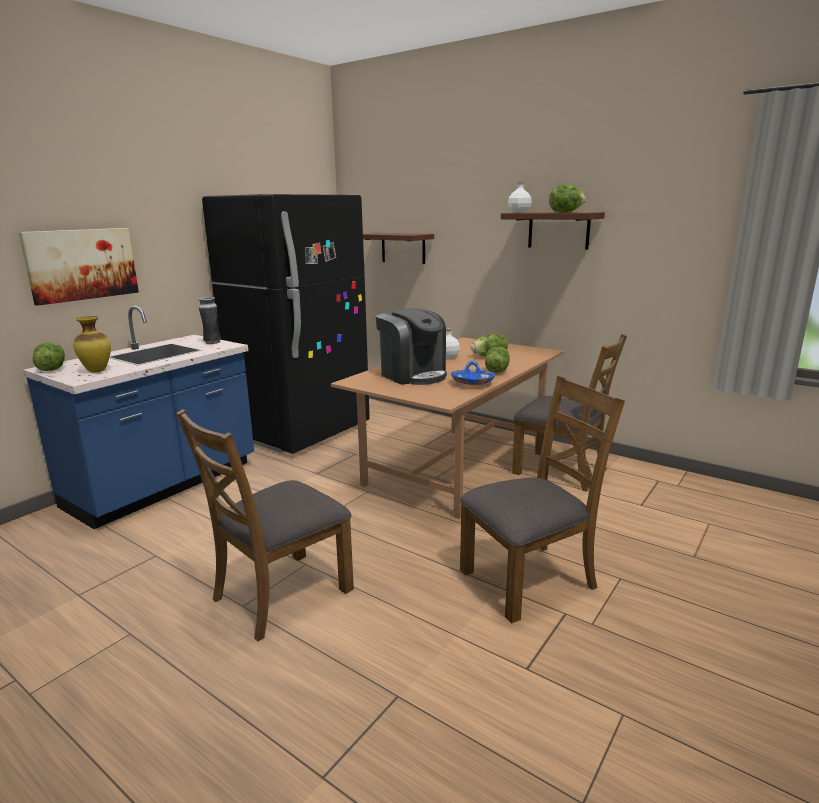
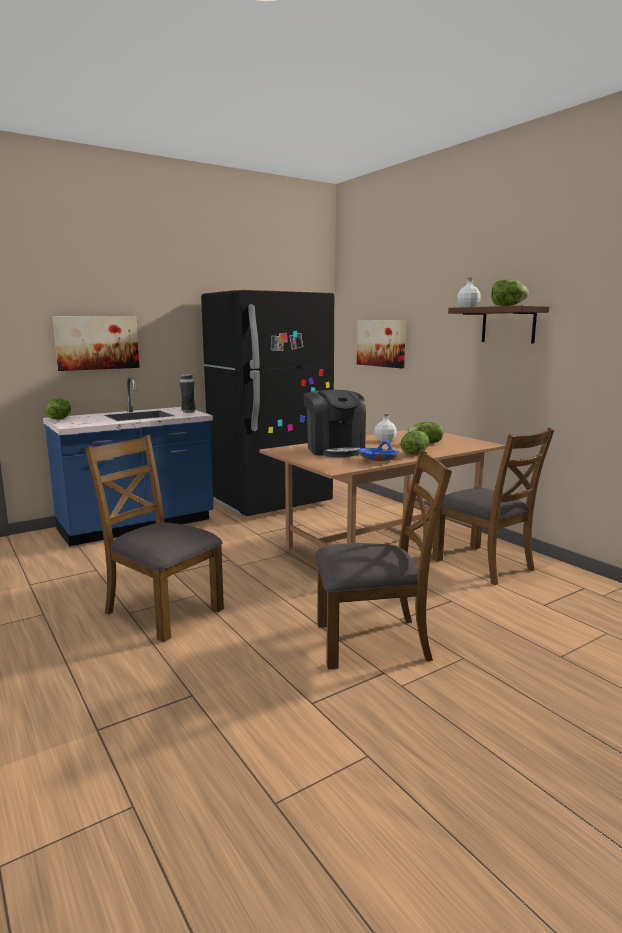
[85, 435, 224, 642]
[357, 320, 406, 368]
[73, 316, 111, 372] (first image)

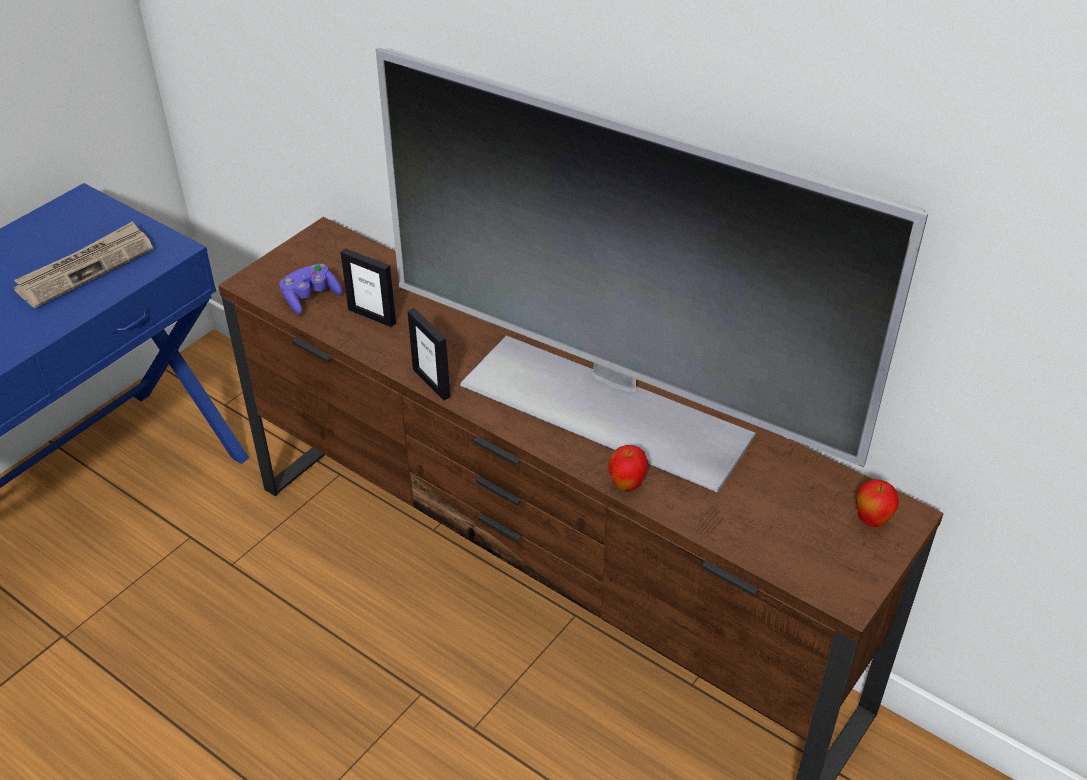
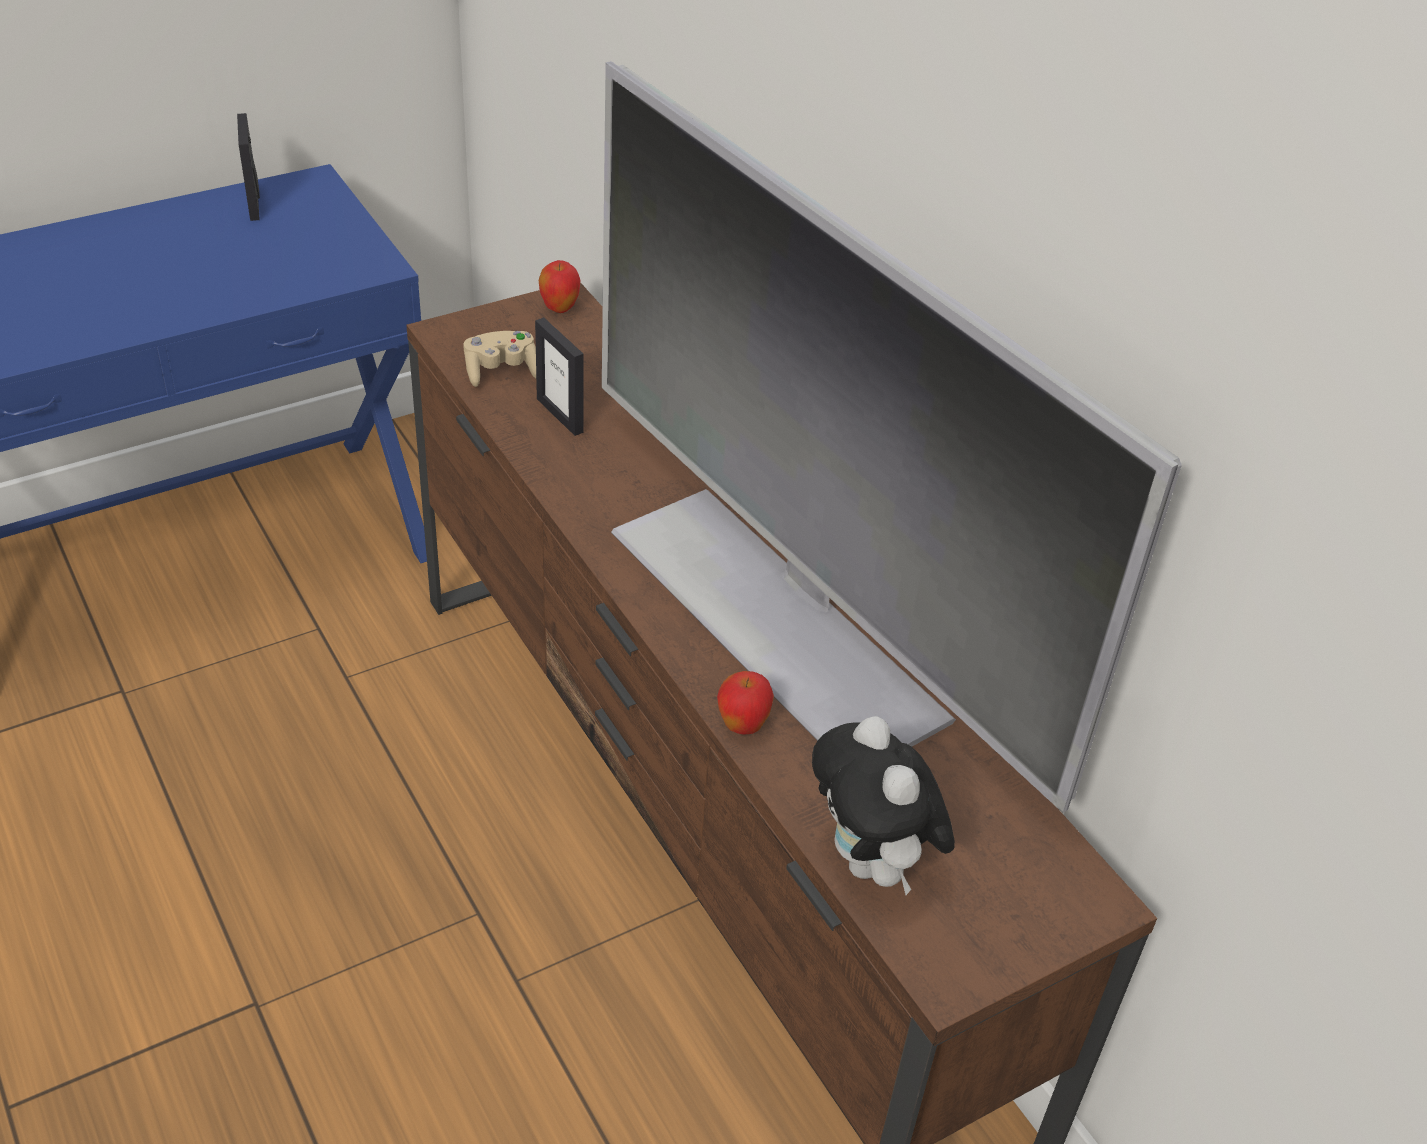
[237, 113, 260, 221]
[463, 331, 536, 387]
[539, 260, 580, 313]
[812, 716, 955, 895]
[13, 221, 153, 308] (first image)

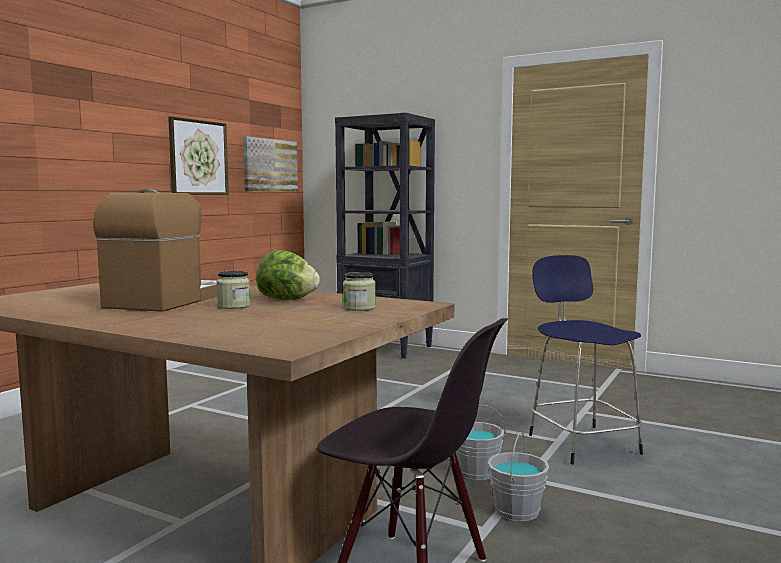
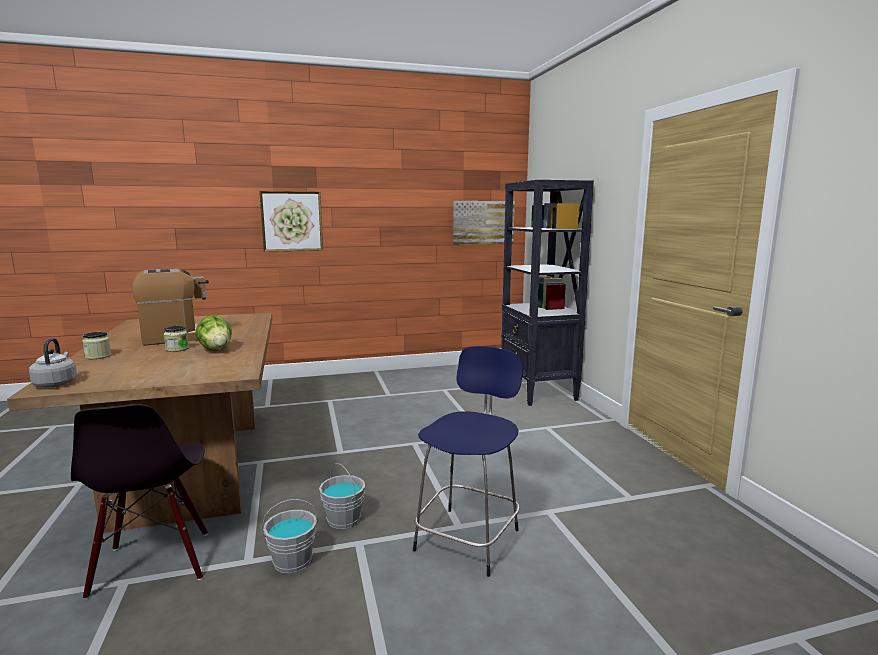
[29, 338, 77, 387]
[82, 332, 111, 359]
[259, 191, 323, 252]

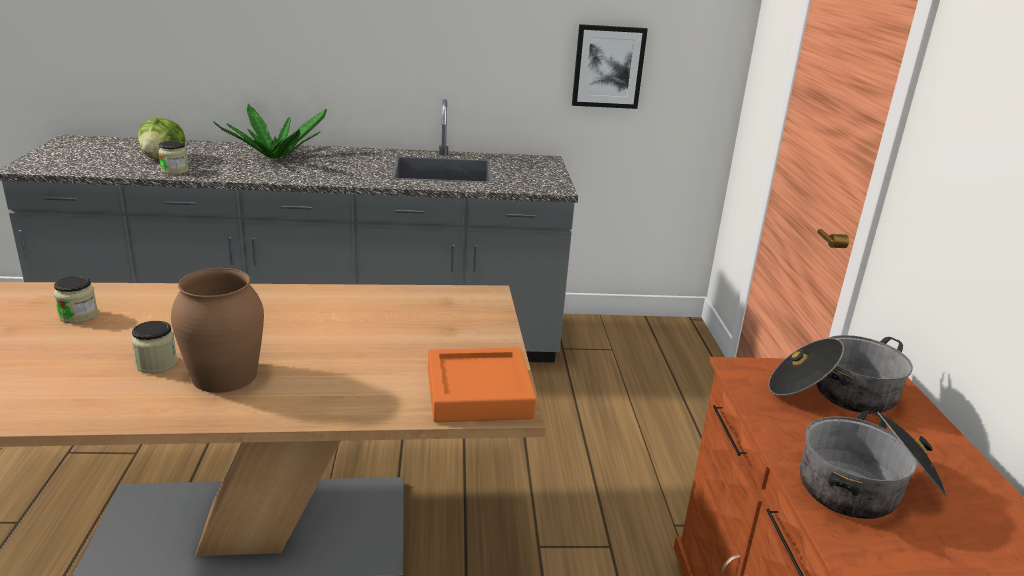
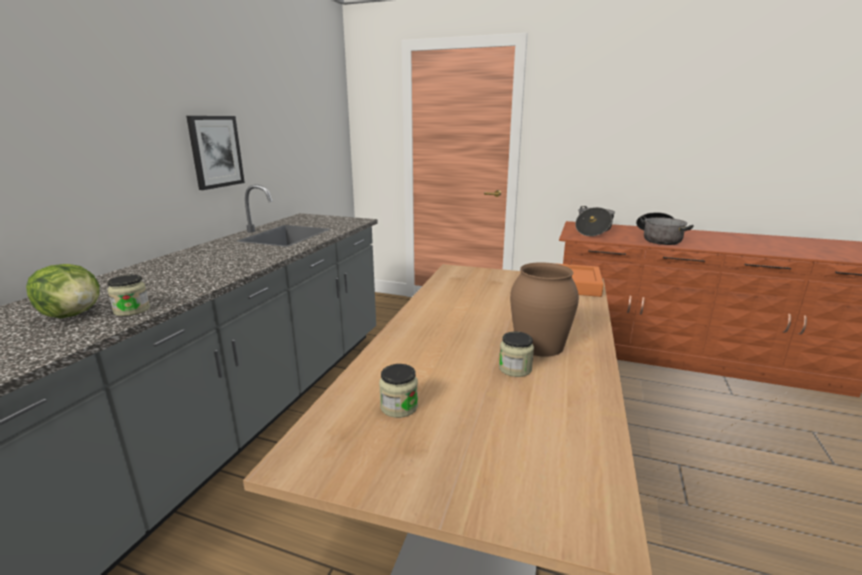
[186, 116, 245, 190]
[214, 103, 327, 159] (first image)

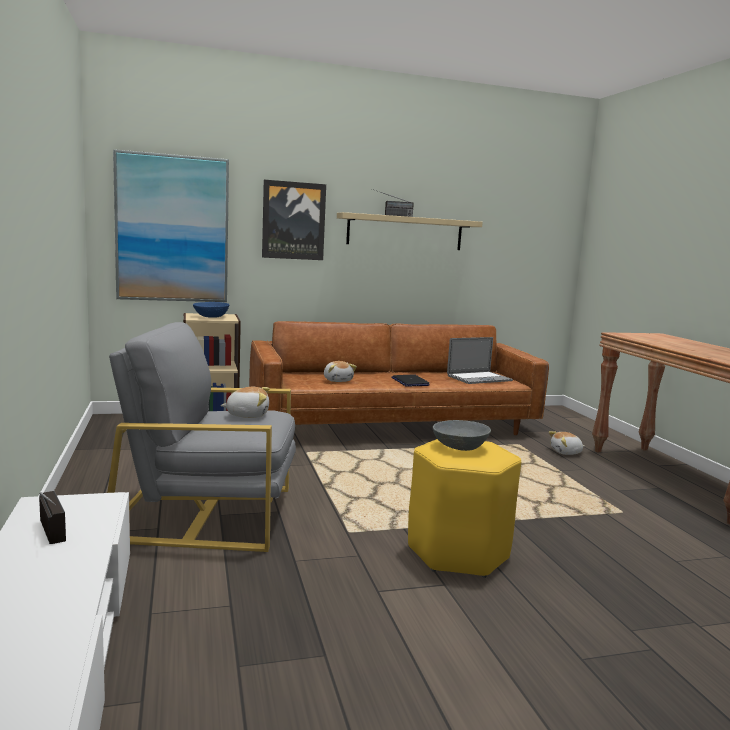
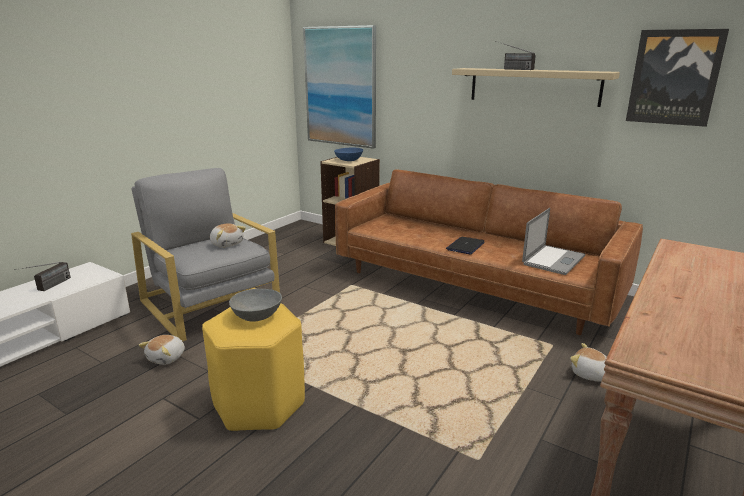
[139, 335, 185, 365]
[522, 208, 585, 275]
[626, 29, 729, 127]

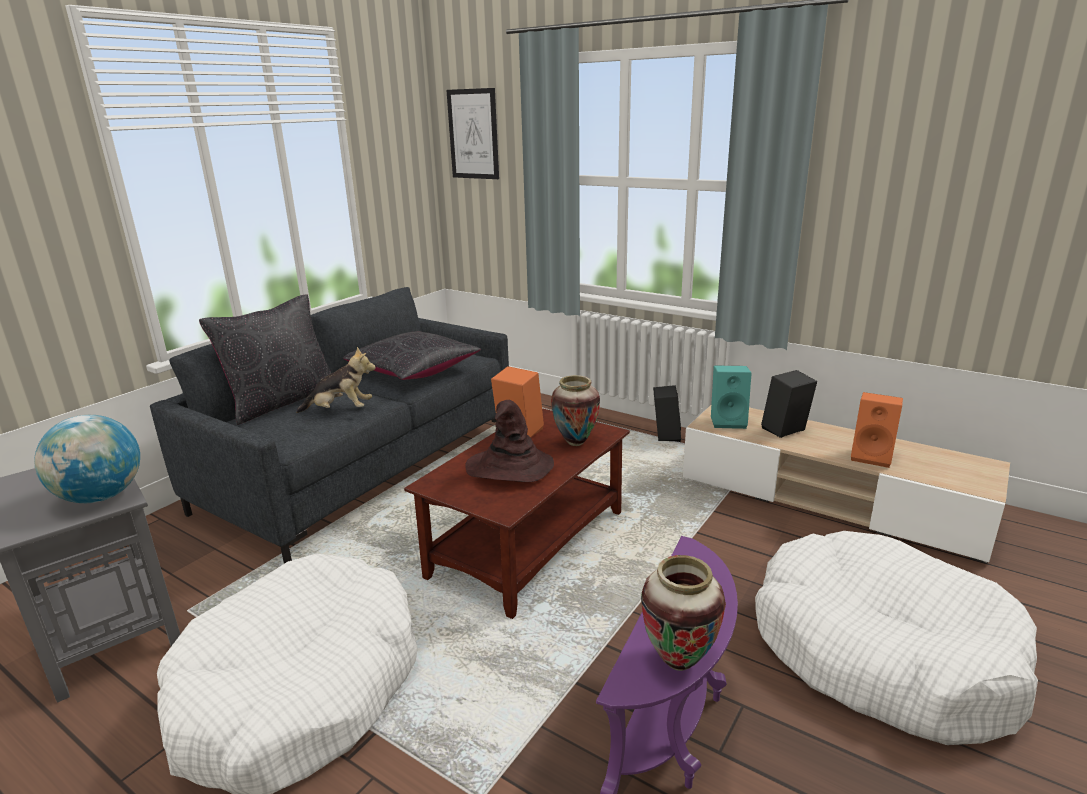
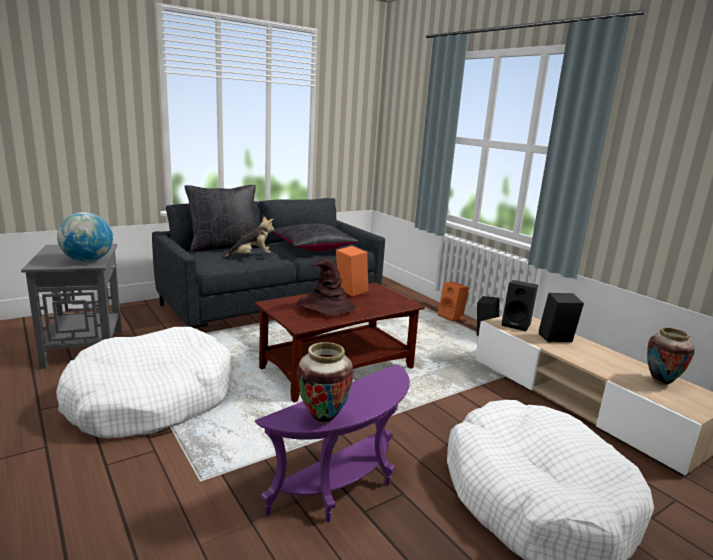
[224, 216, 274, 259]
[438, 282, 469, 321]
[502, 280, 538, 331]
[647, 327, 694, 385]
[446, 88, 499, 179] (first image)

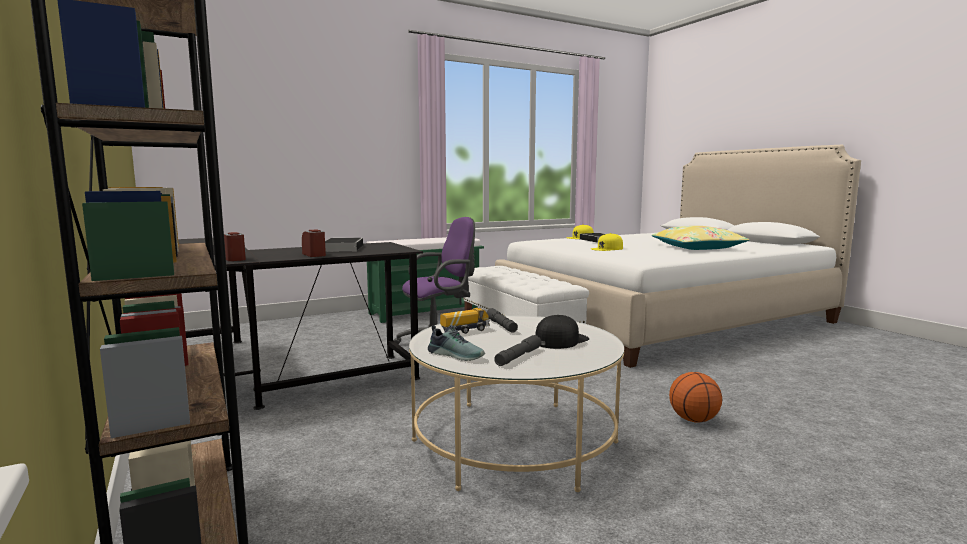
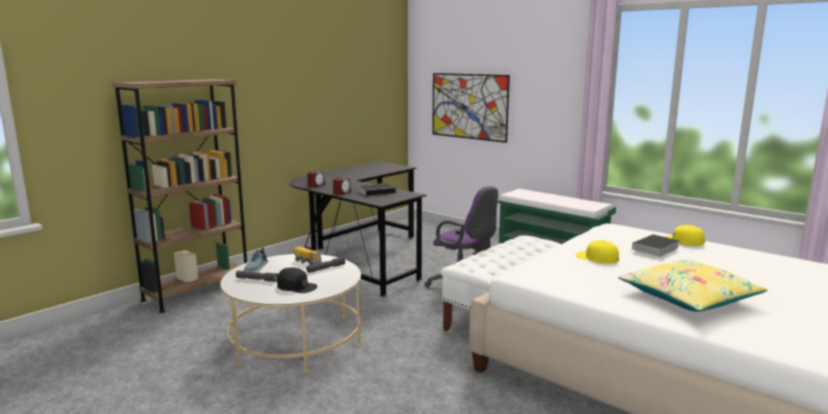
[432, 73, 510, 143]
[669, 372, 722, 423] (first image)

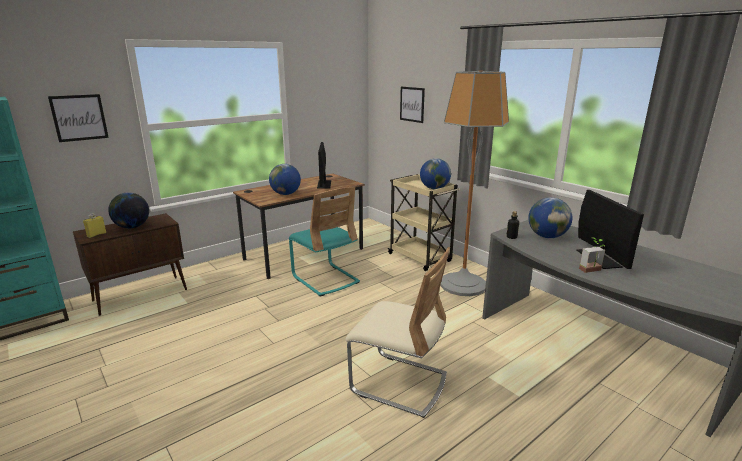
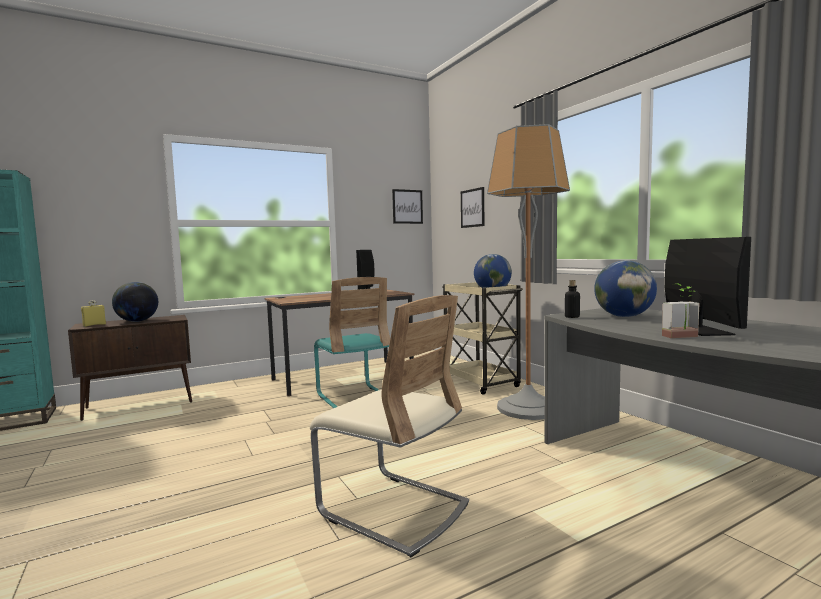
[392, 189, 423, 224]
[269, 164, 301, 195] (first image)

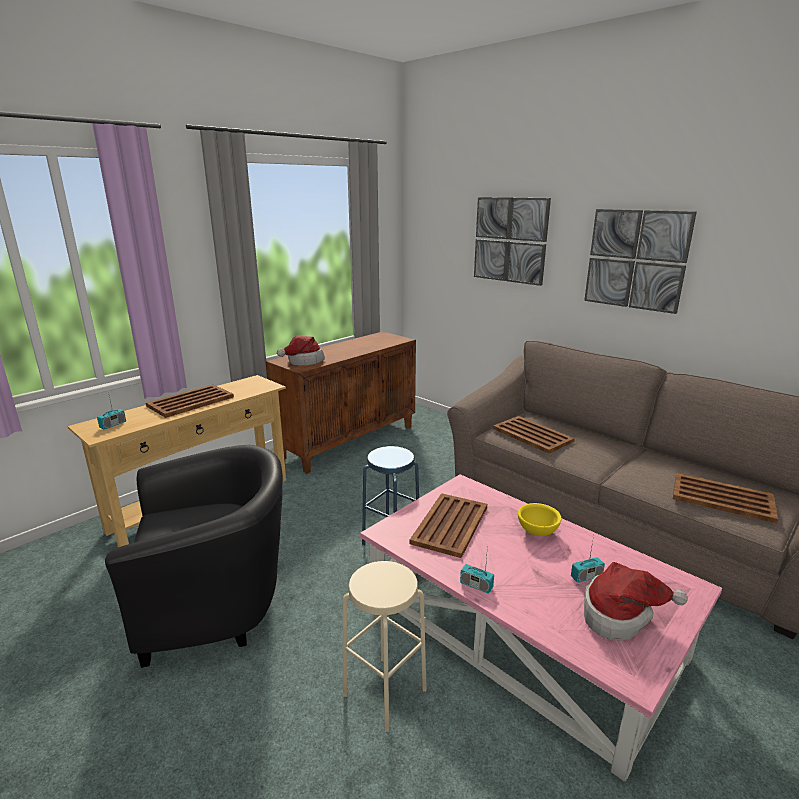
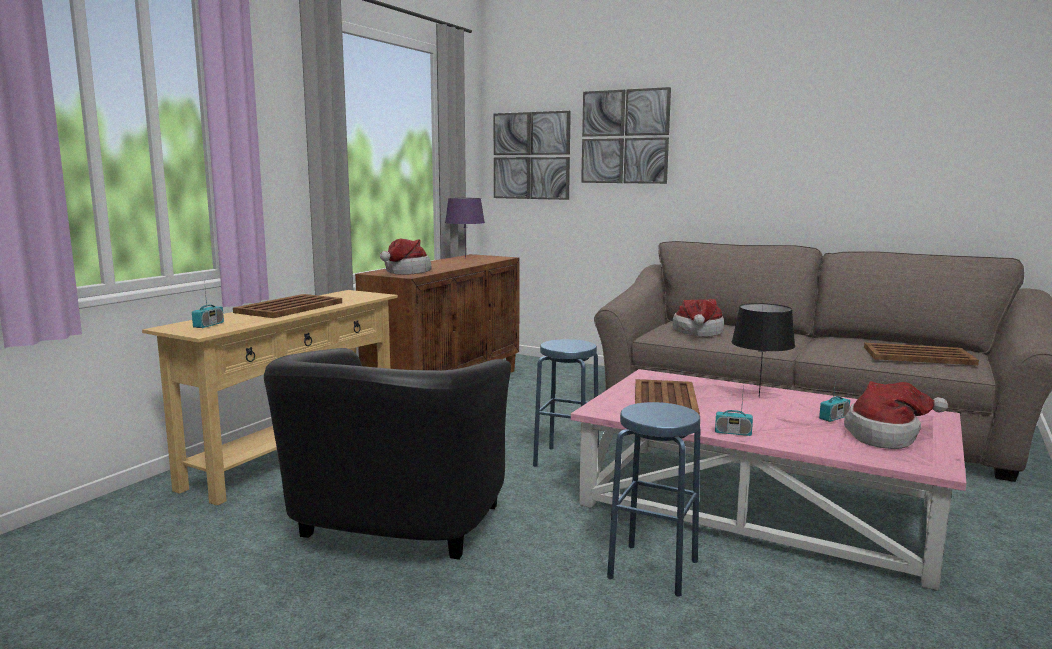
[264, 348, 511, 560]
[445, 198, 485, 259]
[494, 111, 571, 200]
[607, 402, 700, 597]
[673, 299, 724, 336]
[732, 303, 795, 397]

